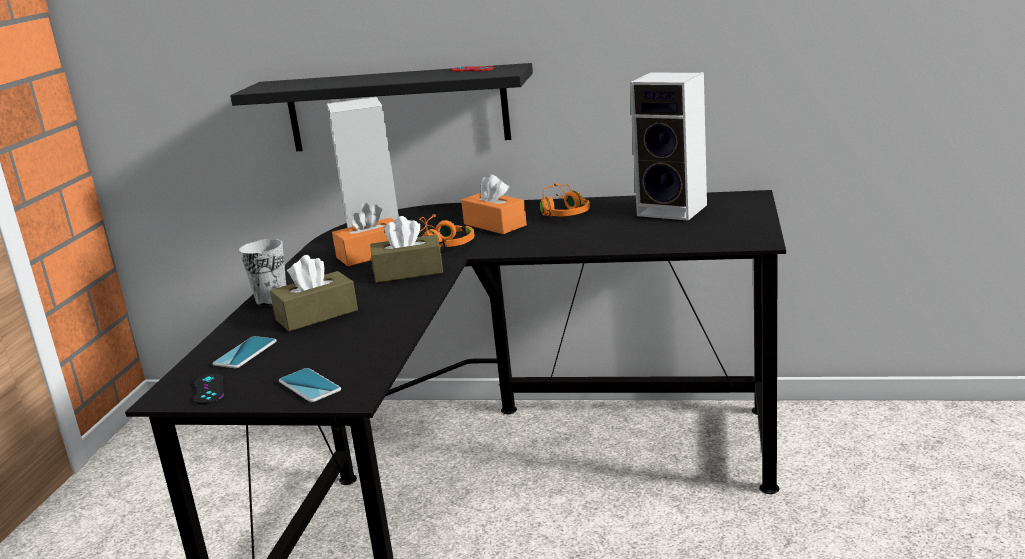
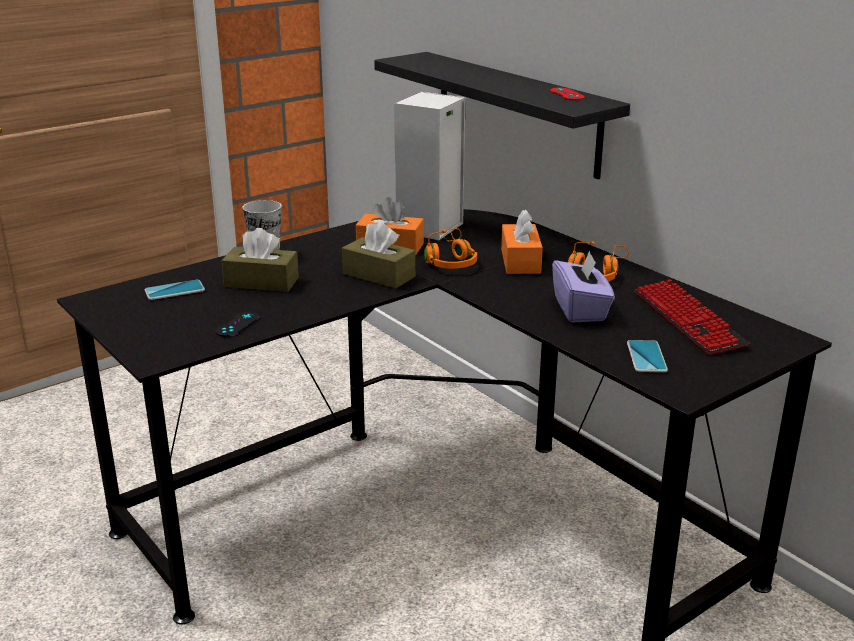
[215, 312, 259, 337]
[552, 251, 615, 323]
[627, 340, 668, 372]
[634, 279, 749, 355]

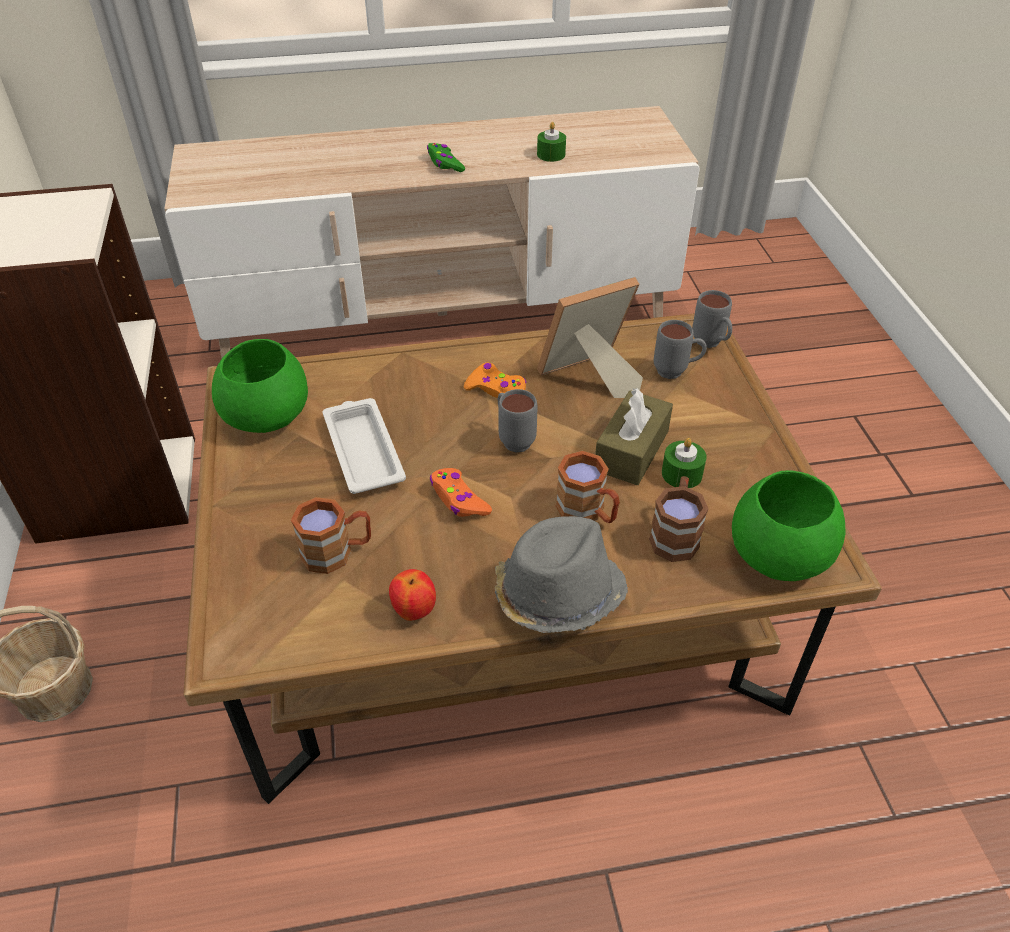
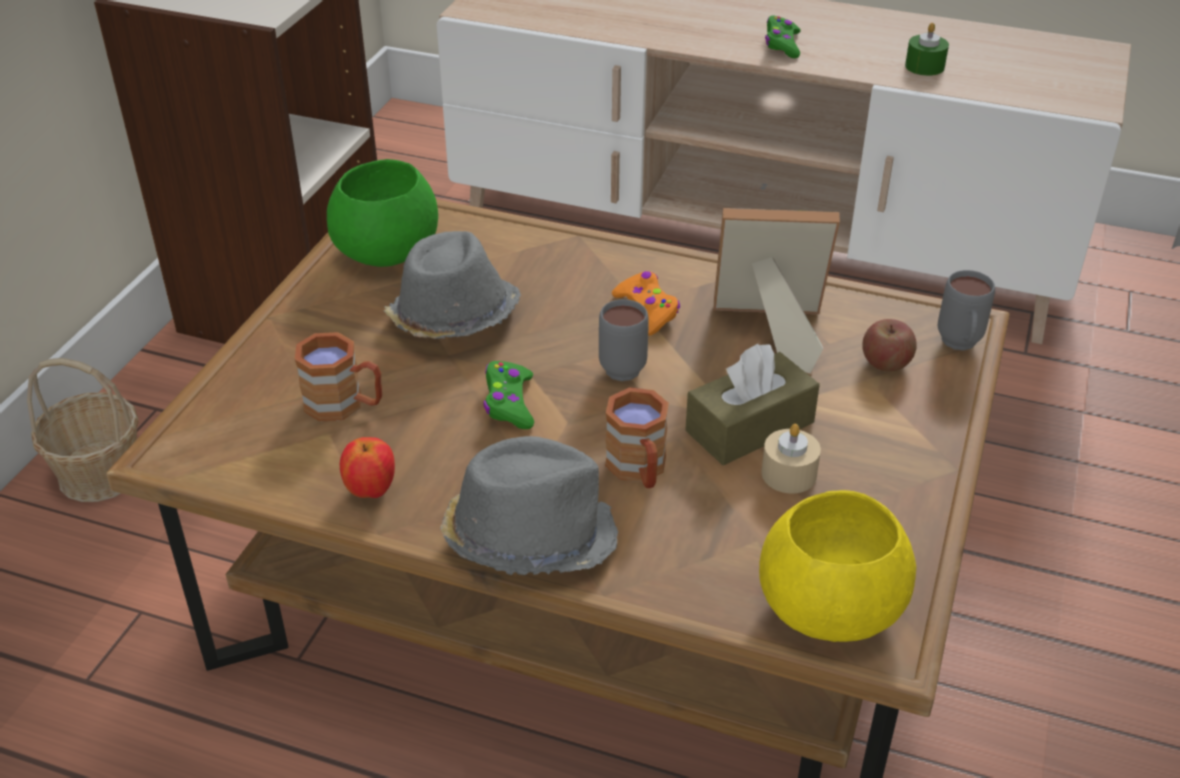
[384, 231, 521, 339]
[483, 361, 534, 429]
[759, 490, 916, 642]
[761, 424, 821, 494]
[862, 319, 917, 371]
[649, 476, 708, 562] (first image)

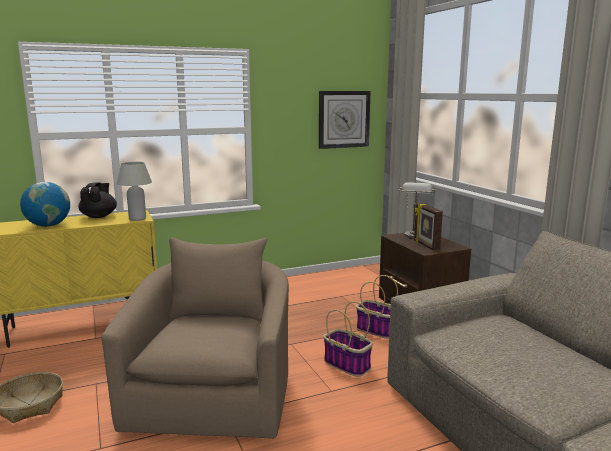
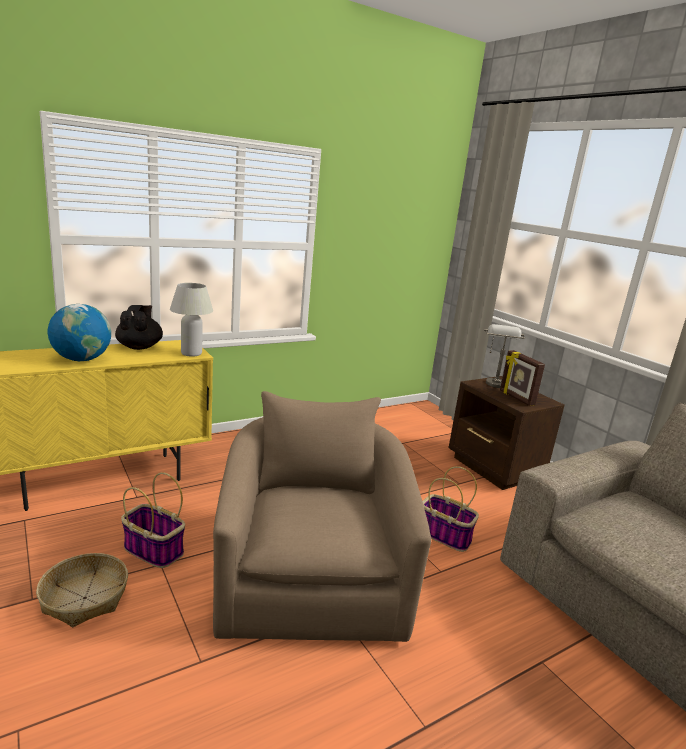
[121, 472, 185, 568]
[319, 91, 371, 149] (first image)

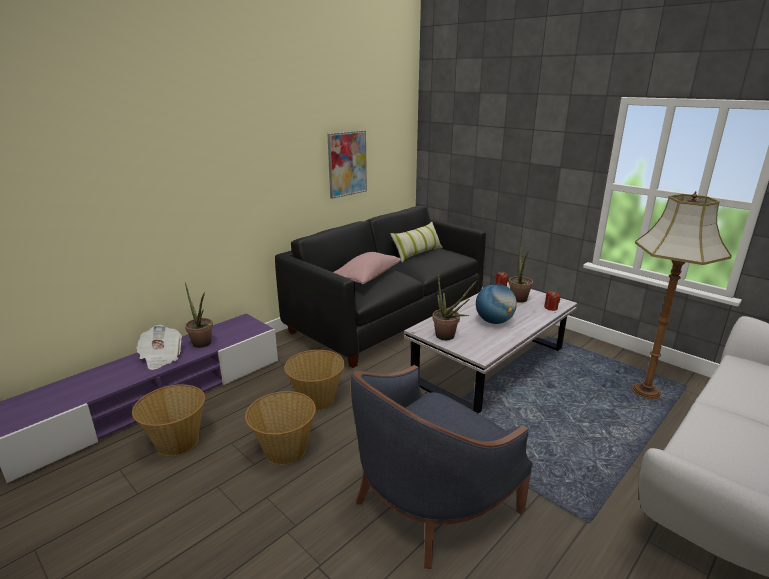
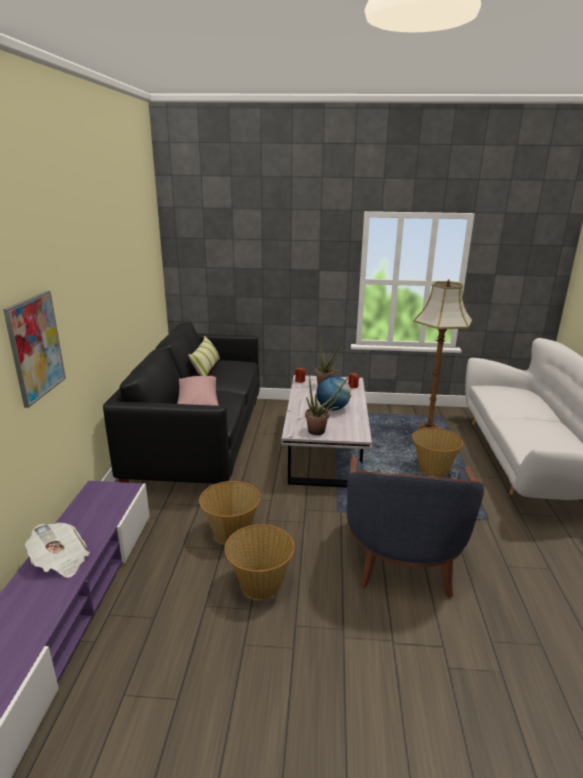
[3, 291, 66, 408]
[412, 428, 463, 476]
[185, 282, 213, 348] (first image)

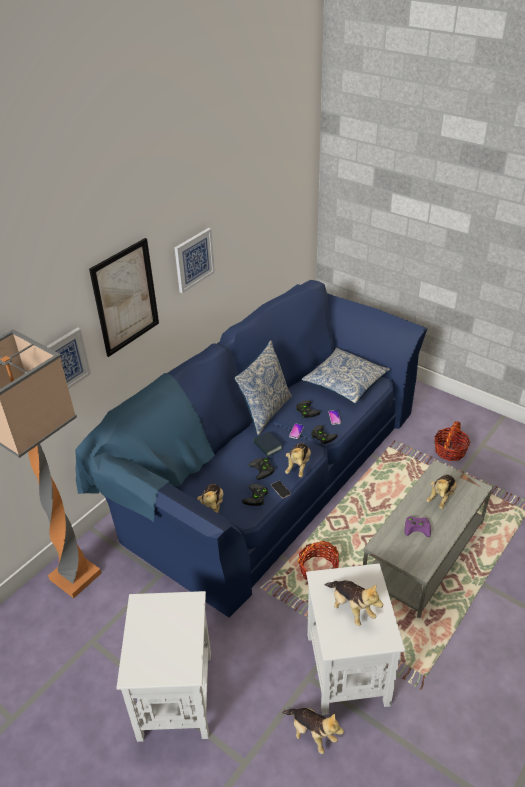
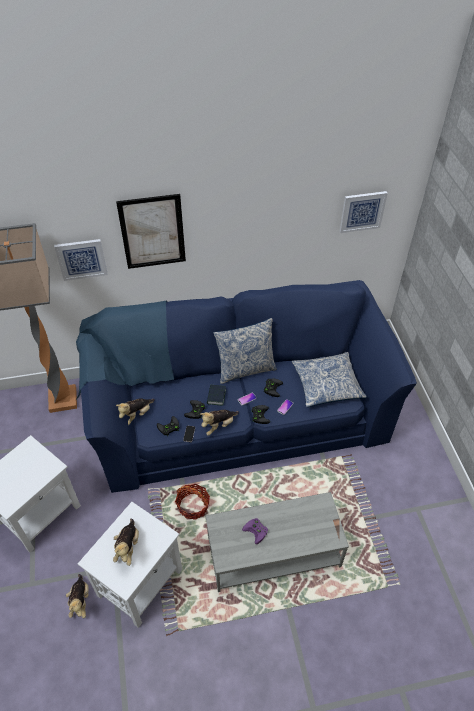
[340, 191, 388, 233]
[426, 475, 457, 509] (first image)
[434, 421, 471, 461] (first image)

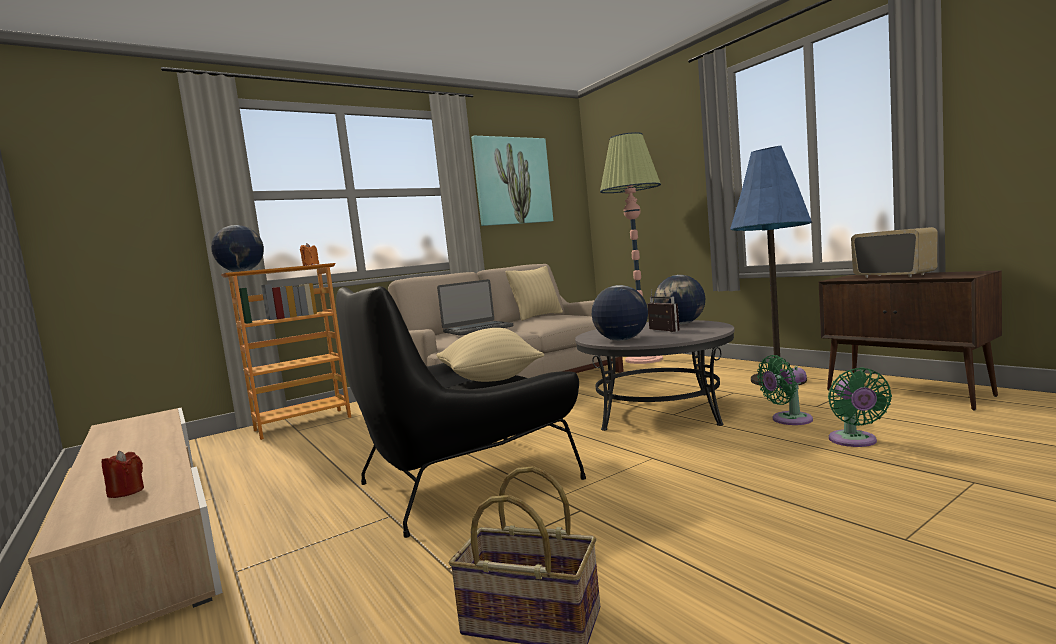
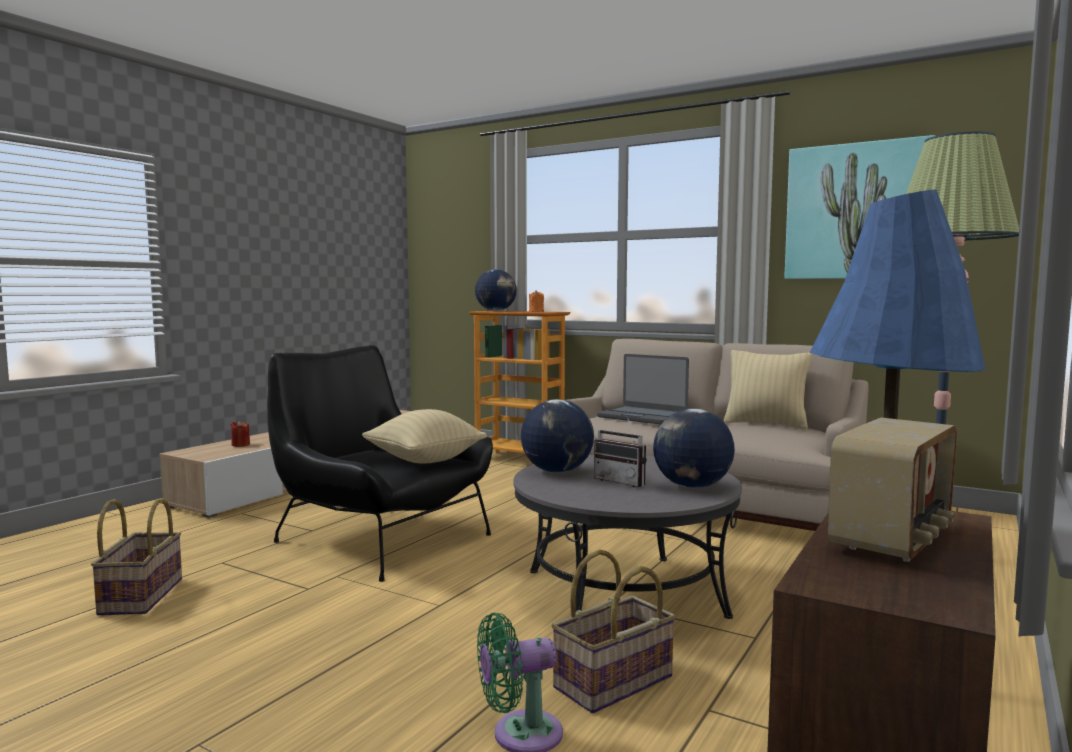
[552, 549, 676, 713]
[594, 416, 647, 487]

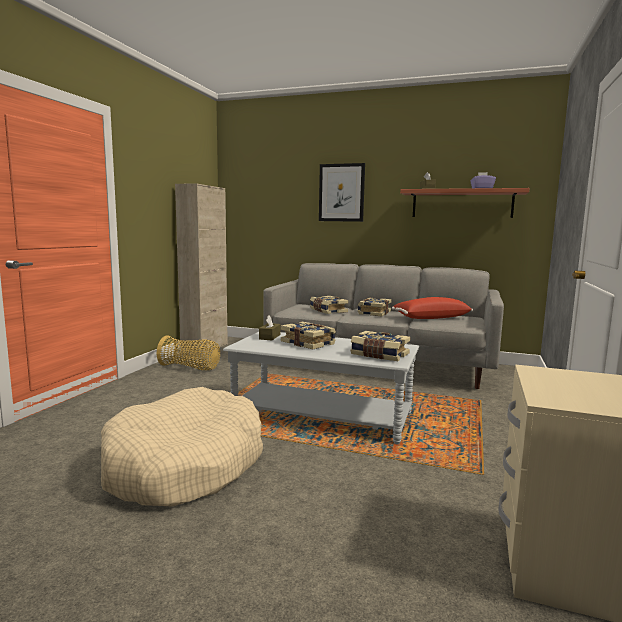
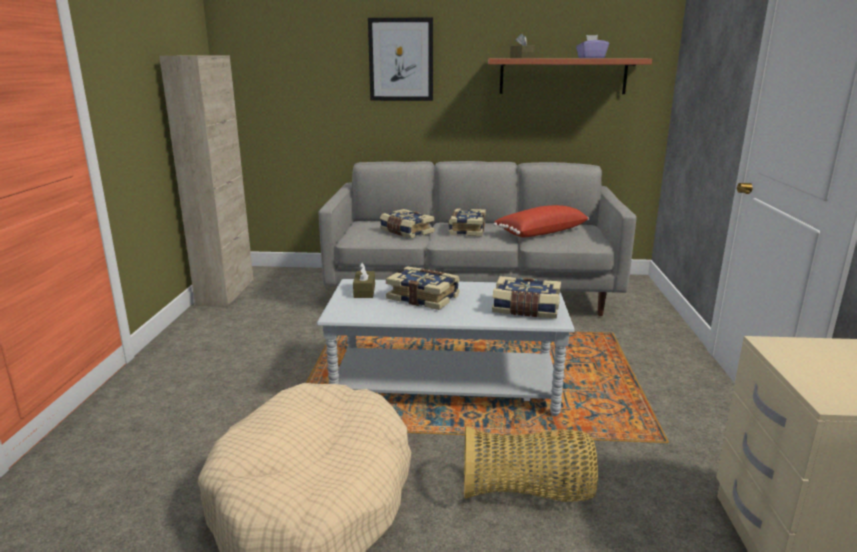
[464, 426, 598, 502]

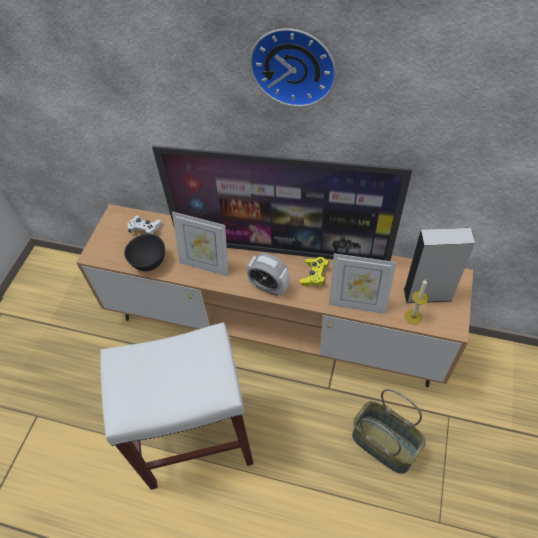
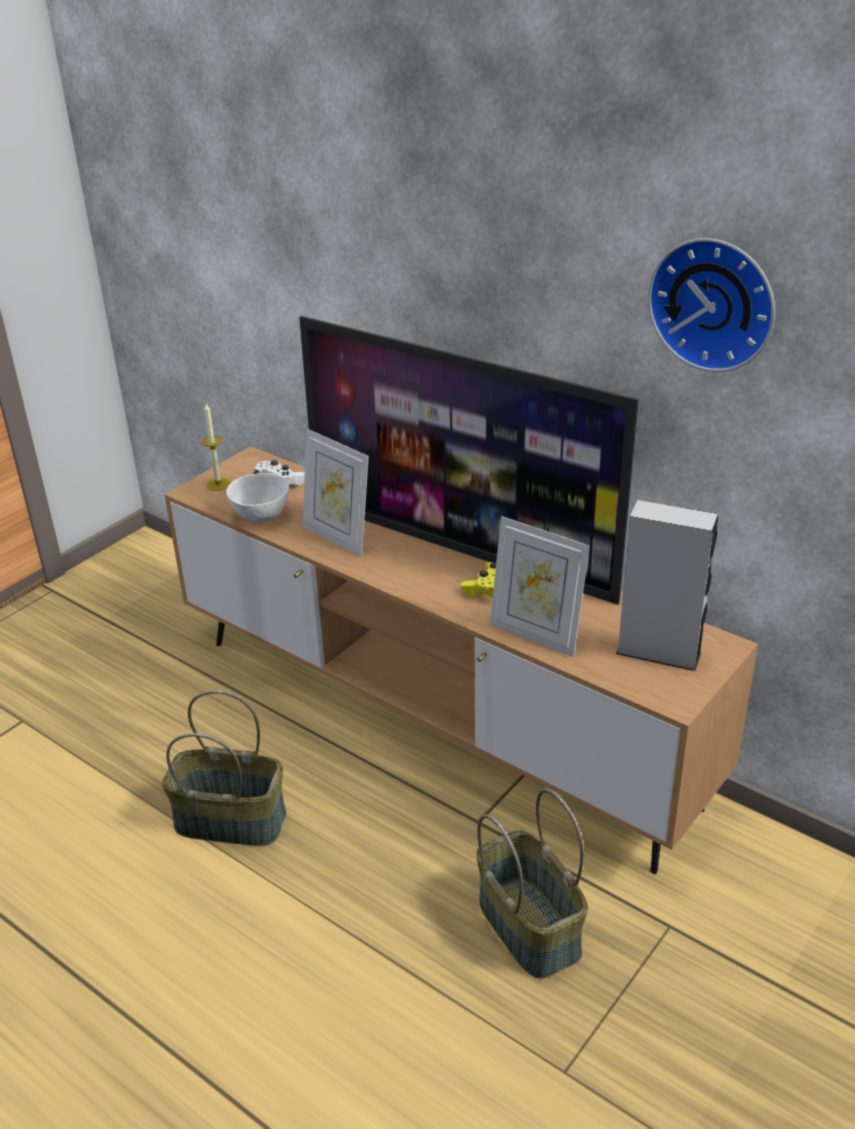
[162, 690, 287, 846]
[201, 403, 230, 491]
[226, 473, 289, 524]
[648, 238, 775, 372]
[246, 253, 290, 296] (first image)

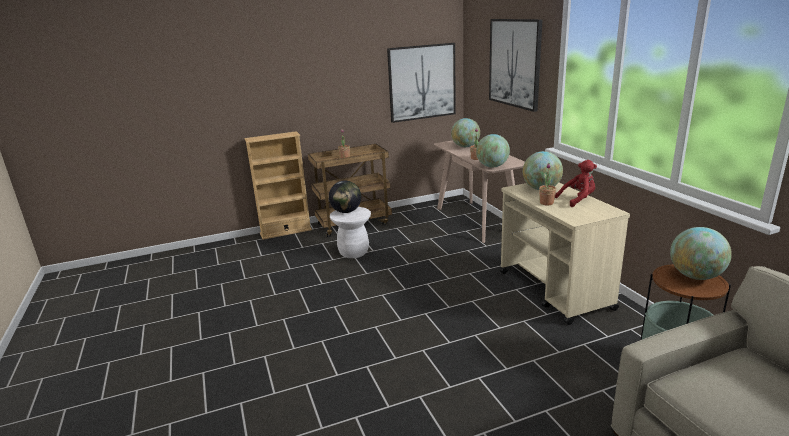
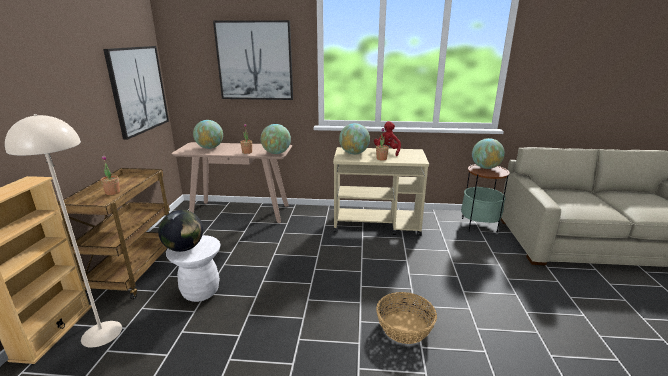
[5, 114, 122, 347]
[376, 292, 437, 344]

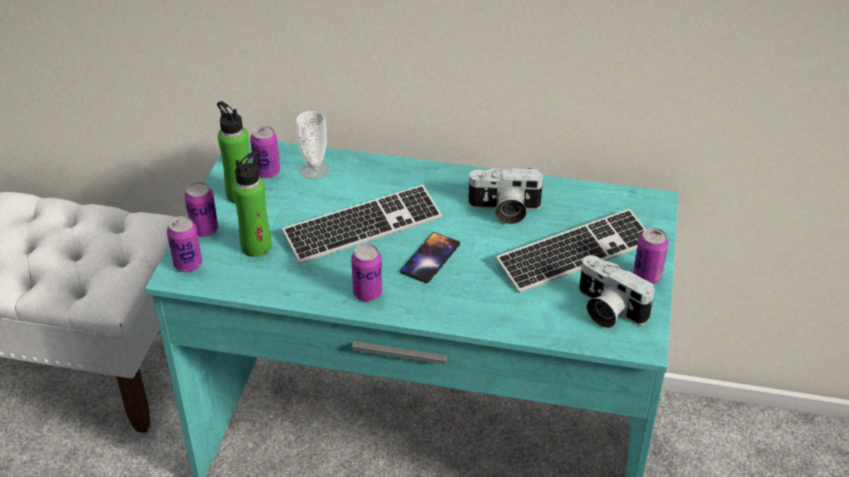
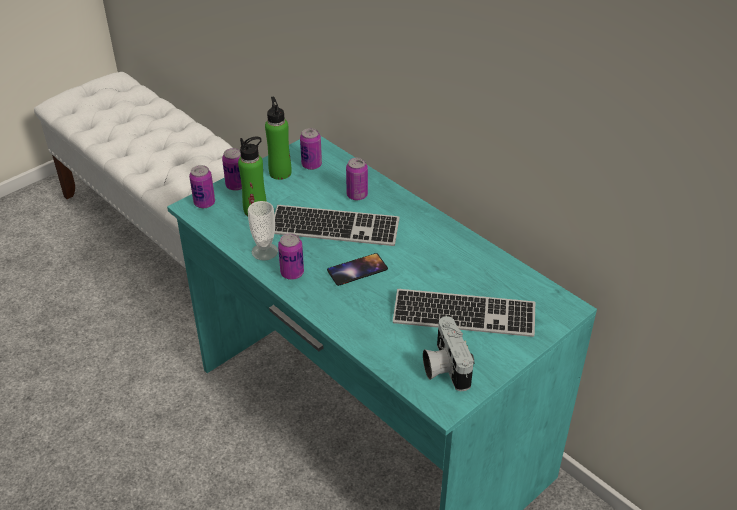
[248, 201, 278, 261]
[346, 158, 368, 200]
[466, 167, 545, 224] (first image)

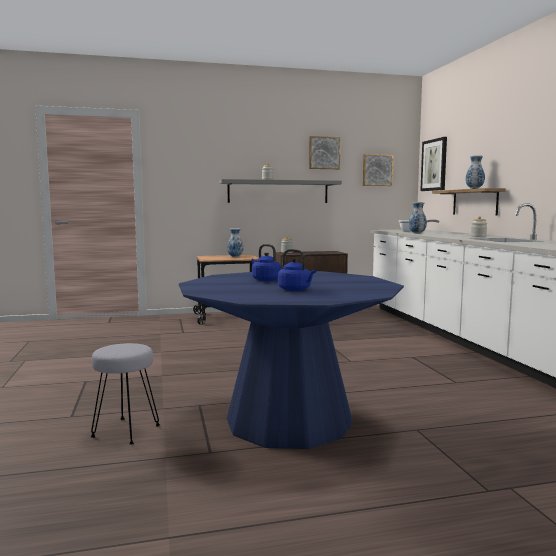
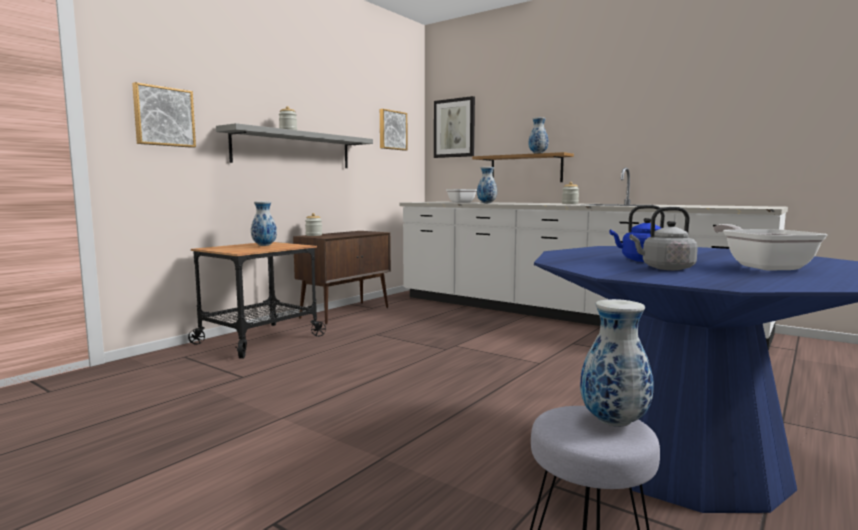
[132, 82, 196, 148]
[580, 299, 653, 427]
[629, 207, 698, 270]
[713, 224, 828, 271]

